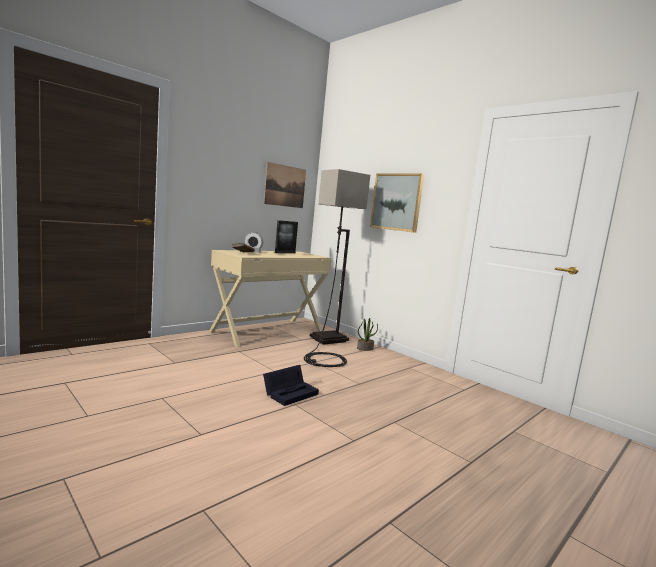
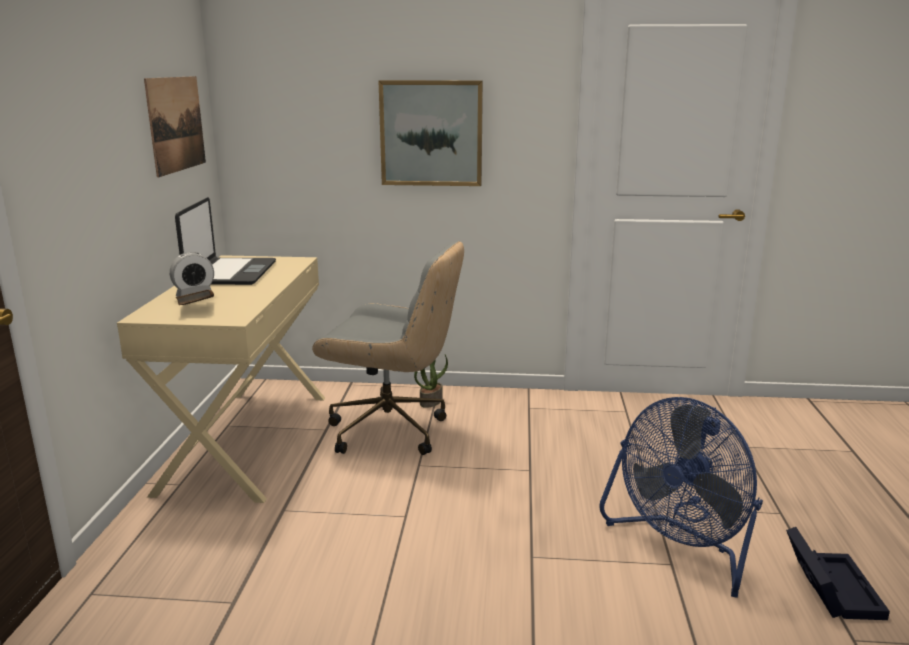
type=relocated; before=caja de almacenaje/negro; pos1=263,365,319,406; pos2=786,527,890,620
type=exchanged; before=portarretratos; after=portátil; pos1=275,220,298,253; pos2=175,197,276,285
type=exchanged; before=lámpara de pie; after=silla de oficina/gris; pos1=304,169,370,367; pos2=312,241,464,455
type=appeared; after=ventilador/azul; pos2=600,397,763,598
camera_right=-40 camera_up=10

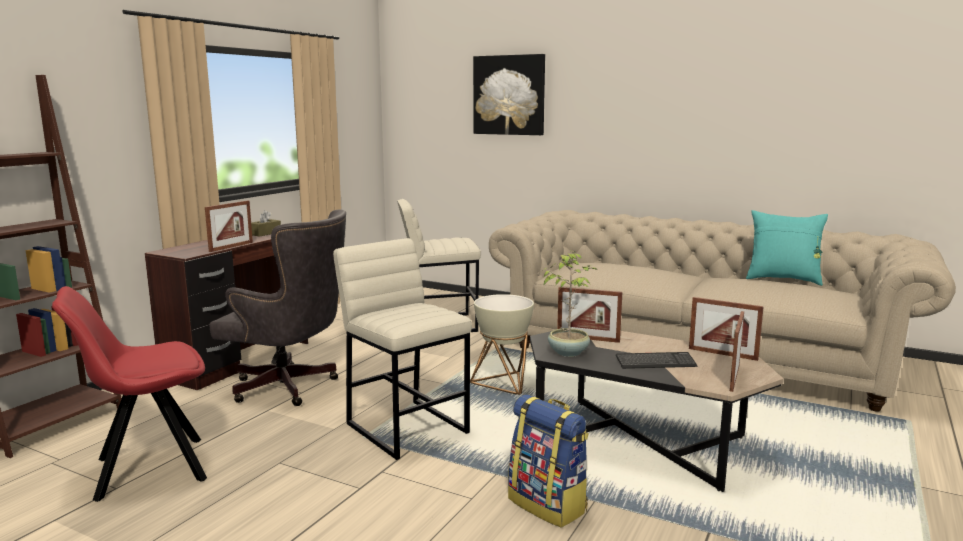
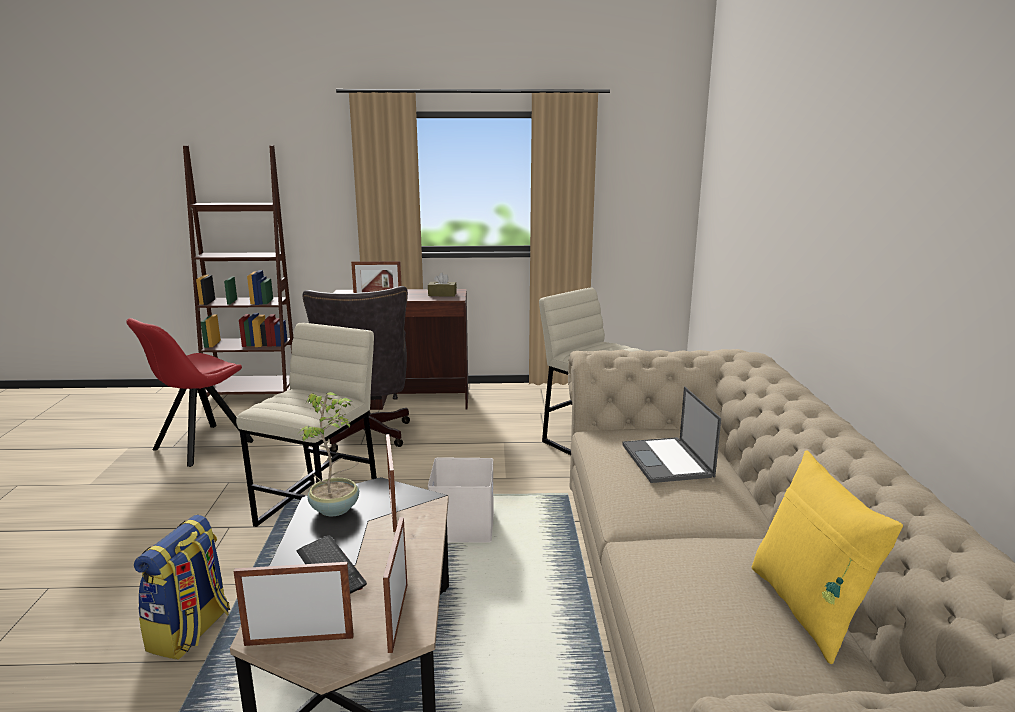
type=spun; before=silla/rojo; pos1=52,286,207,502; pos2=126,318,253,467; turn=-90
type=exchanged; before=maceta; after=caja de almacenaje/blanco; pos1=470,294,534,395; pos2=428,457,494,543
type=missing; before=cuadro; pos1=473,54,545,135
type=colour; before=cojín/turquesa; after=cojín/amarillo; pos1=746,210,828,286; pos2=752,450,903,664
type=appeared; after=portátil; pos2=622,387,721,483
camera_right=60 camera_up=5

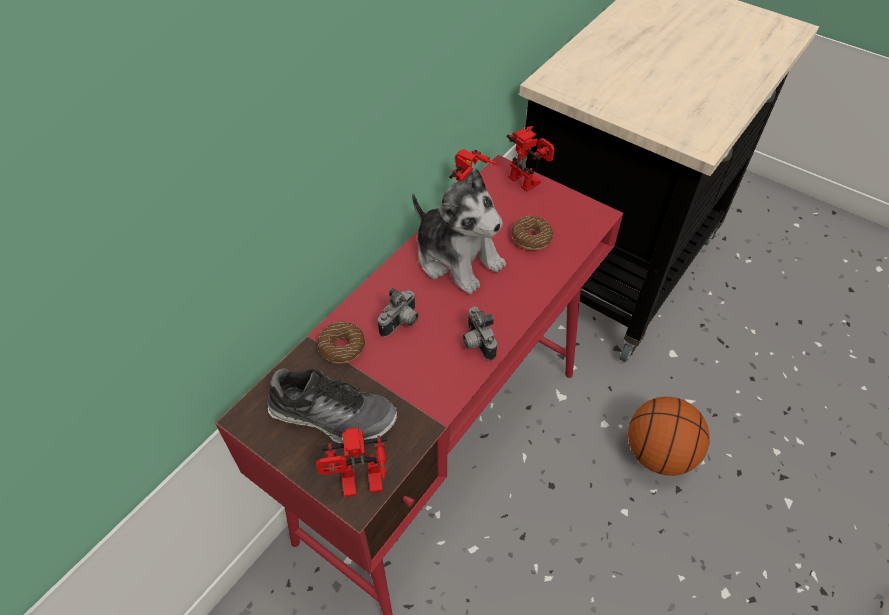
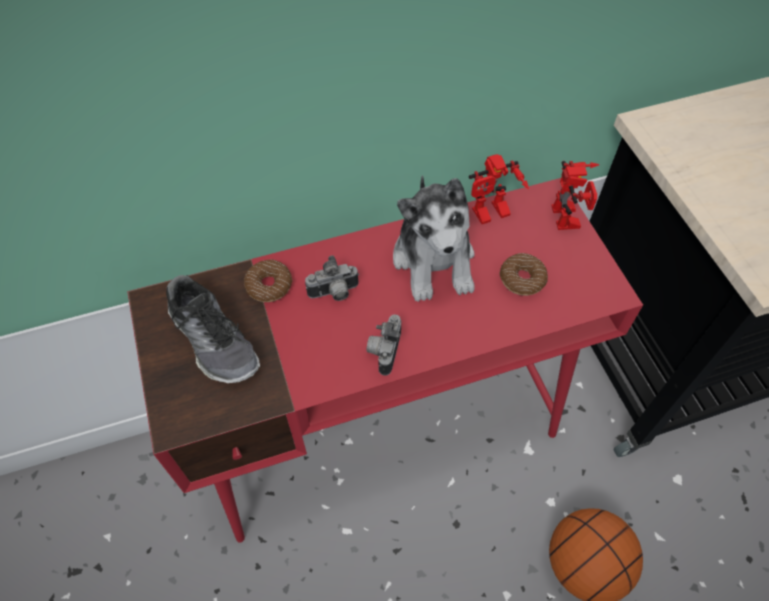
type=missing; before=robot de juguete; pos1=316,427,387,497
camera_right=35 camera_up=5

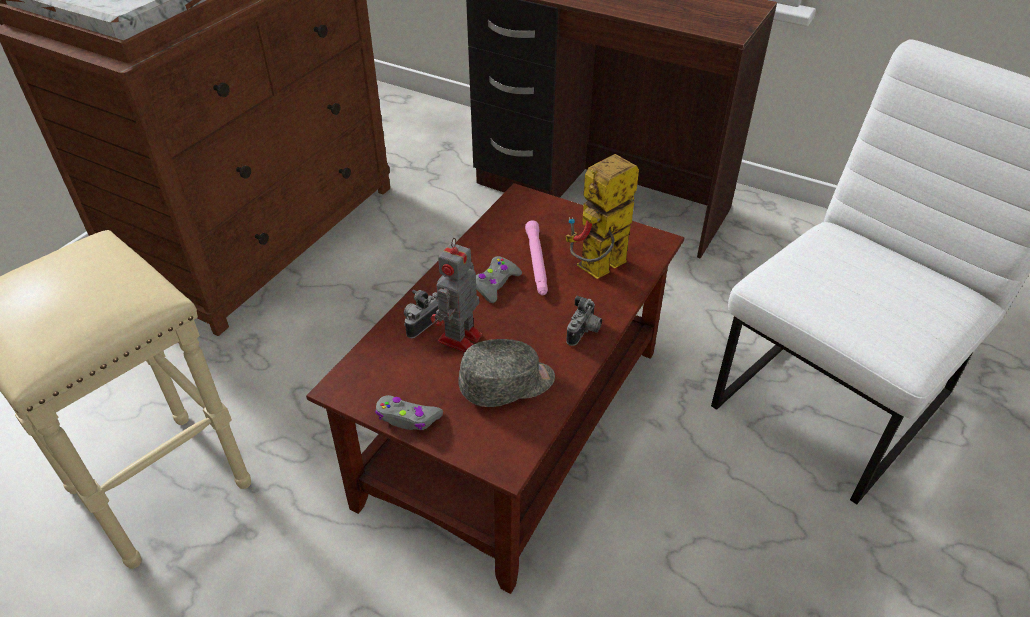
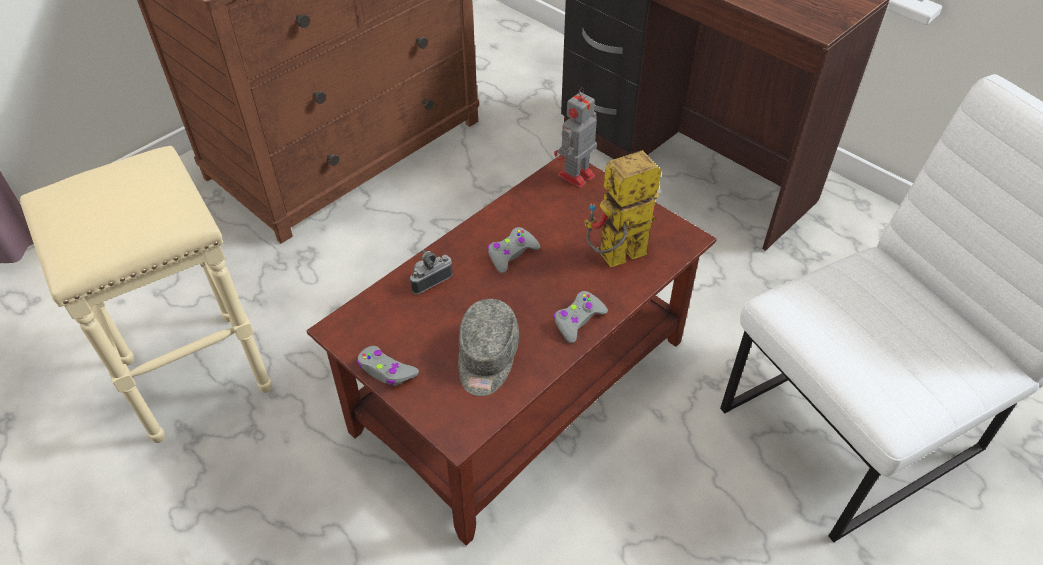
type=relocated; before=robot de juguete; pos1=431,238,482,352; pos2=554,87,597,188
type=spun; before=gorra/gris; pos1=458,339,555,407; pos2=458,299,519,396; turn=105
type=missing; before=linterna/rosa; pos1=525,220,548,295
type=exchanged; before=cámara; after=mando de consola/gris; pos1=566,296,602,346; pos2=553,291,608,343
camera_right=15 camera_up=5

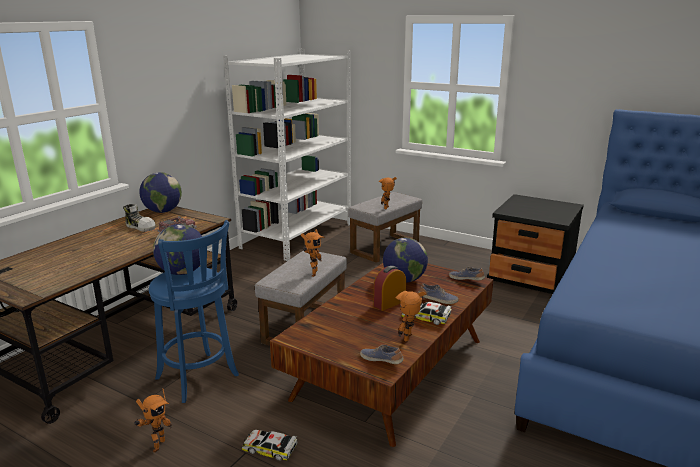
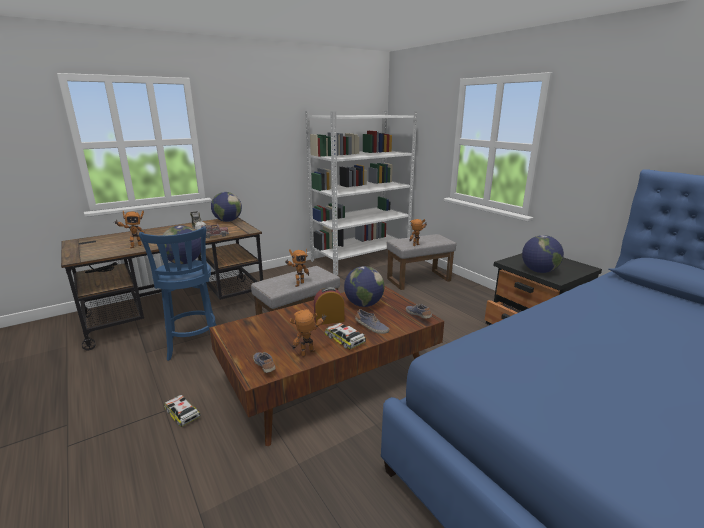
type=relocated; before=robot de juguete; pos1=134,388,172,453; pos2=114,211,146,248
type=appeared; after=globo terráqueo; pos2=522,235,564,273
camera_right=25 camera_up=0

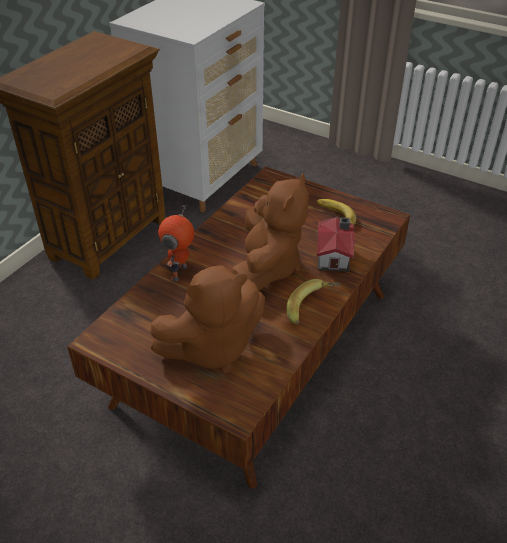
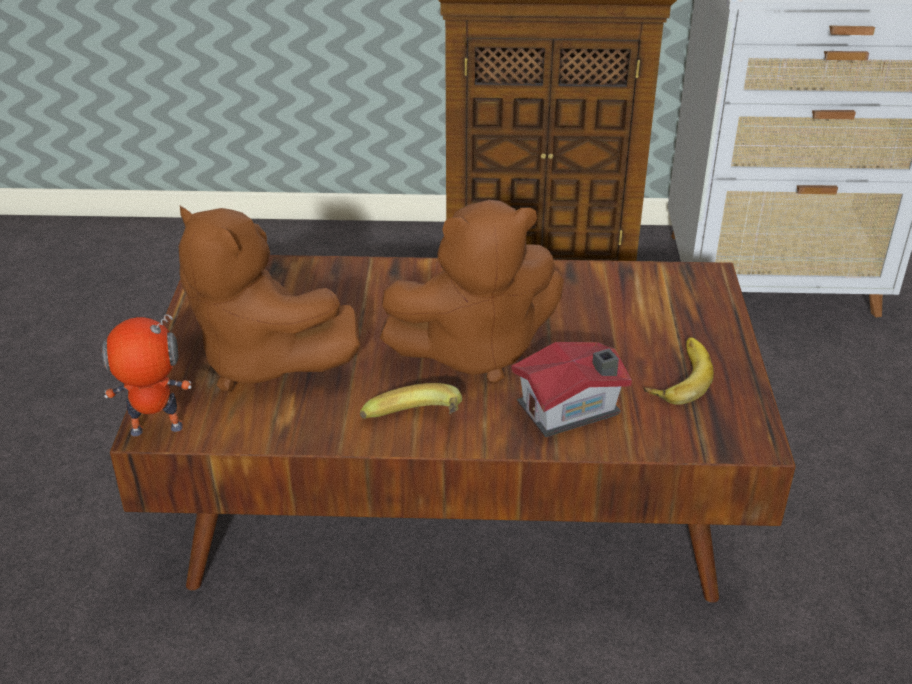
type=relocated; before=robot de juguete; pos1=158,205,194,281; pos2=102,314,192,436
camera_right=60 camera_up=-5

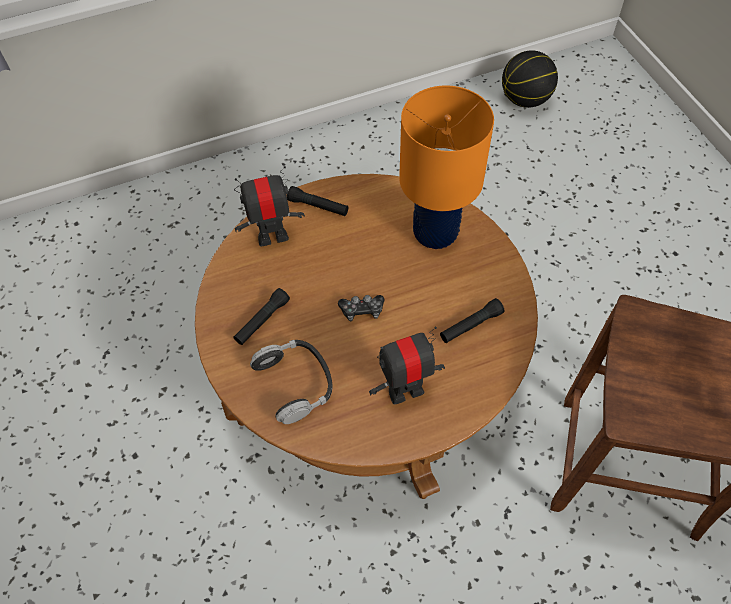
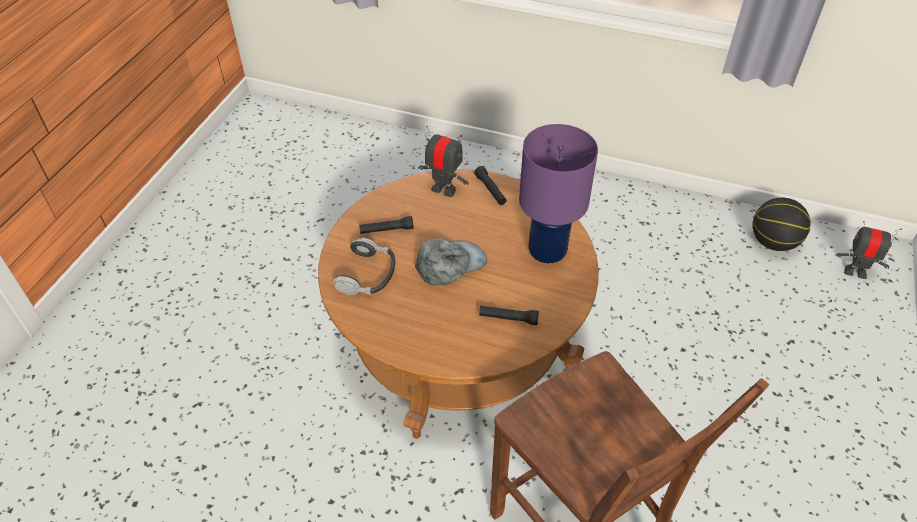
type=exchanged; before=mando de consola; after=gorra/gris; pos1=338,295,384,321; pos2=415,238,487,286
type=relocated; before=robot de juguete; pos1=369,327,445,404; pos2=836,221,902,279
type=colour; before=lámpara de mesa/naranja; after=lámpara de mesa/morado; pos1=399,85,494,249; pos2=519,124,598,264
camera_right=40 camera_up=-10

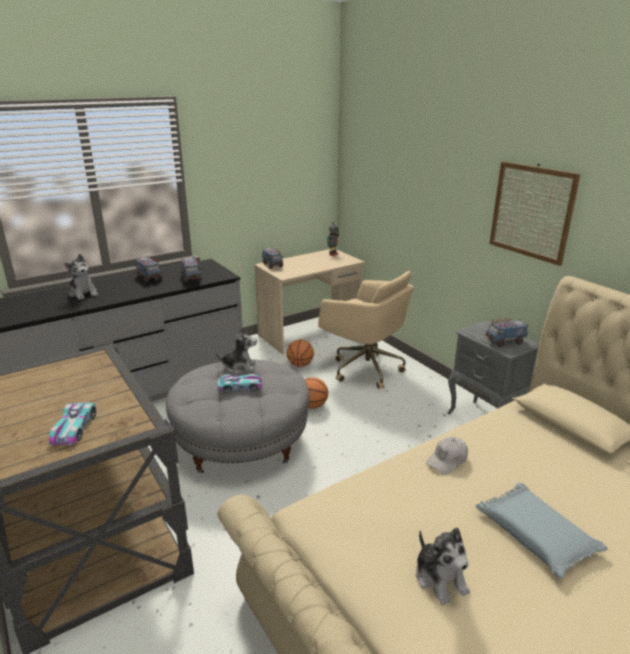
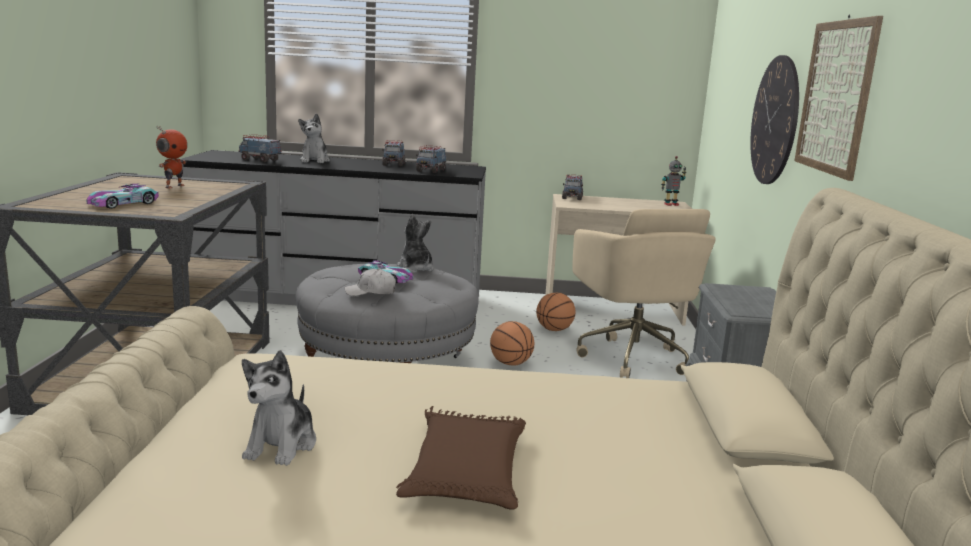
type=spun; before=peluche; pos1=216,327,257,373; pos2=397,214,434,273; turn=-150
type=relocated; before=gorra/blanco; pos1=426,437,468,475; pos2=345,269,396,296
type=colour; before=cojín/azul; after=cojín/marrón; pos1=475,483,608,578; pos2=396,406,526,510
type=relocated; before=camión de juguete; pos1=485,318,528,347; pos2=238,134,282,162
type=appeared; after=robot de juguete; pos2=156,126,187,189
type=appeared; after=reloj de pared; pos2=750,55,799,184
camera_right=35 camera_up=-10

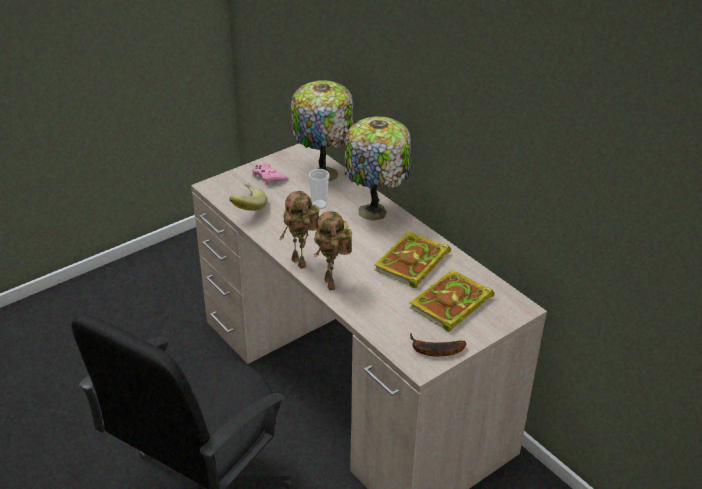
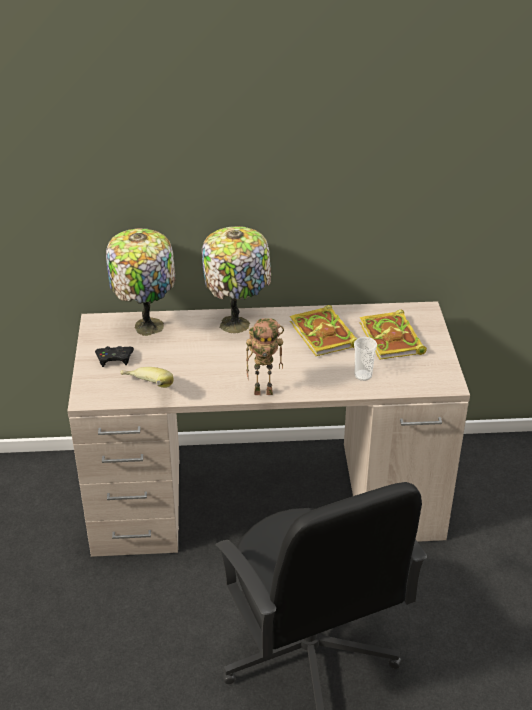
type=colour; before=mando de consola/rosa; after=mando de consola/negro; pos1=252,163,288,185; pos2=95,346,134,367
type=relocated; before=taza; pos1=309,169,330,209; pos2=354,337,377,381
type=missing; before=robot de juguete; pos1=314,211,352,291
type=missing; before=plátano; pos1=410,333,466,357
camera_right=-55 camera_up=0

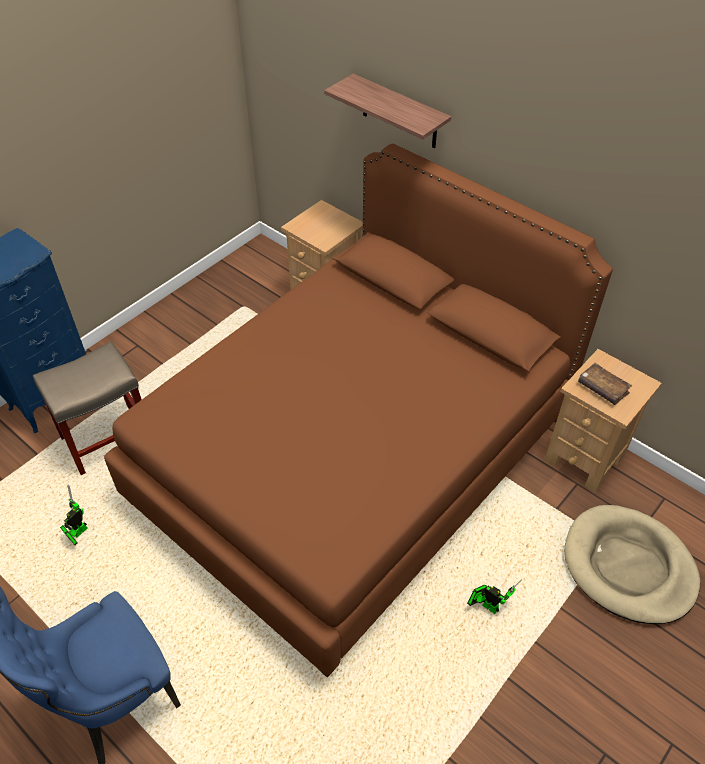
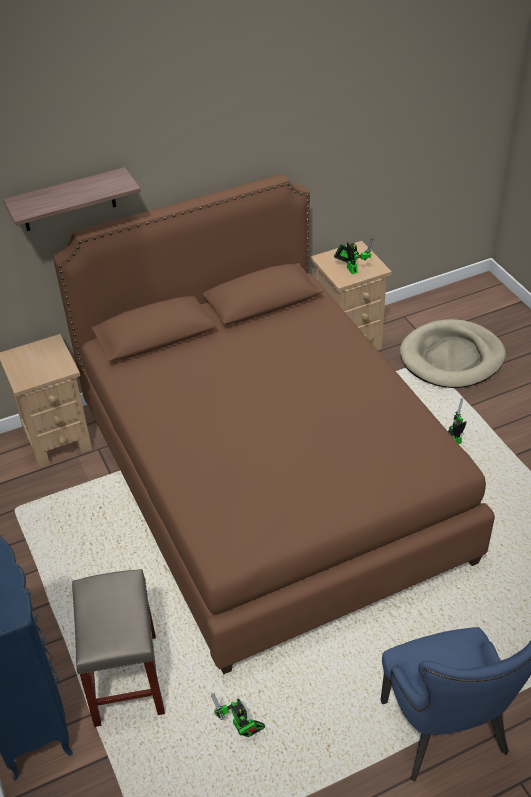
type=exchanged; before=libro/marrón; after=robot de juguete; pos1=578,363,632,405; pos2=334,237,373,274
camera_right=-65 camera_up=-5

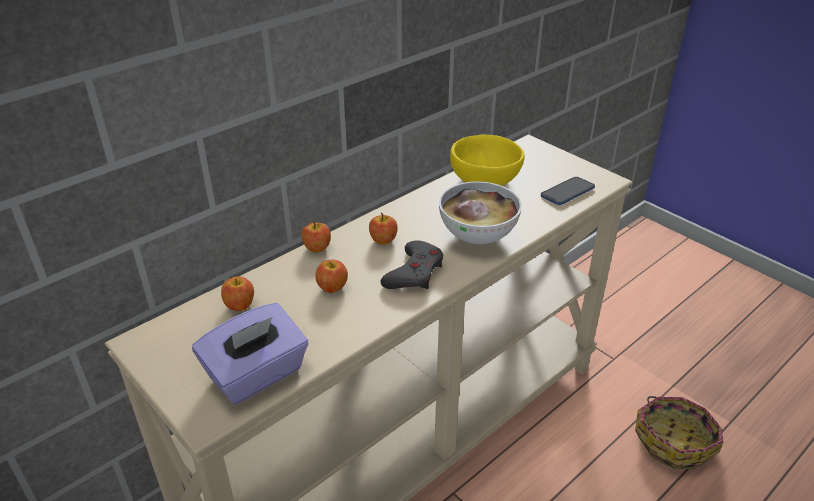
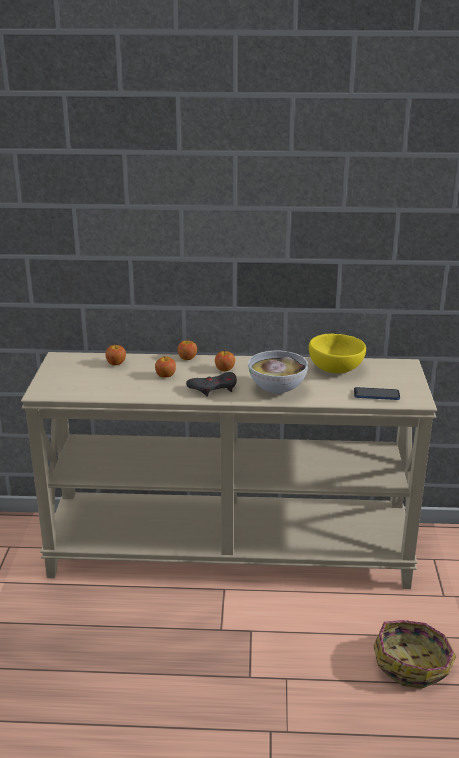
type=missing; before=caja de pañuelos/morado; pos1=192,303,309,404
camera_right=45 camera_up=-10

